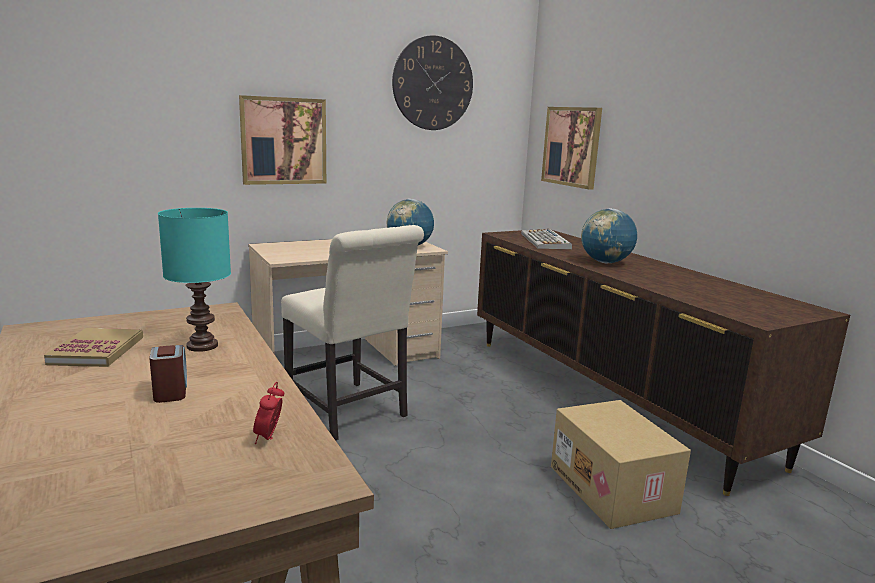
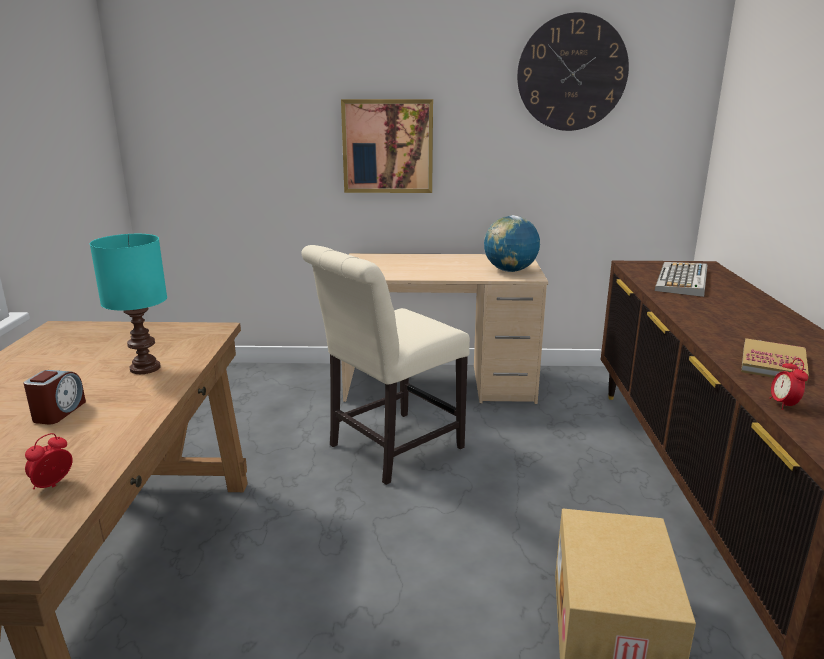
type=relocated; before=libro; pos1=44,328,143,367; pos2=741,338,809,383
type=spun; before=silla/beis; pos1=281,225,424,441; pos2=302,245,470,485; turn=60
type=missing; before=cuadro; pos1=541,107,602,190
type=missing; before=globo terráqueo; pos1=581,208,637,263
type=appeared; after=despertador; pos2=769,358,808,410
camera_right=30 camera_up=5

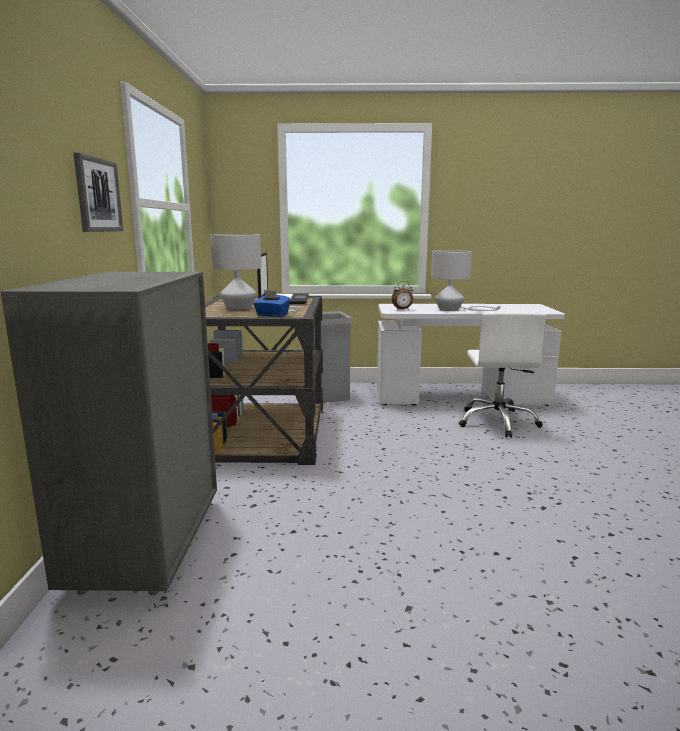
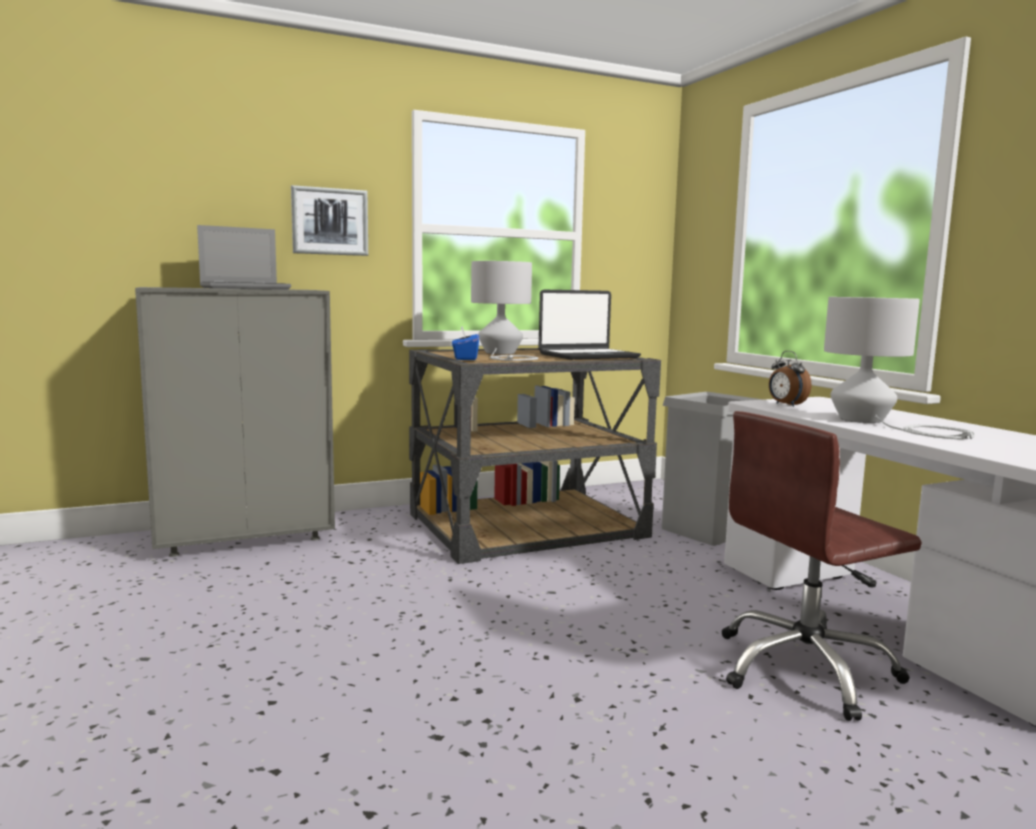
type=colour; before=silla de oficina/blanco; after=silla de oficina/marrón; pos1=459,312,546,437; pos2=722,411,922,721
type=appeared; after=portátil; pos2=197,225,291,290
camera_right=65 camera_up=-5

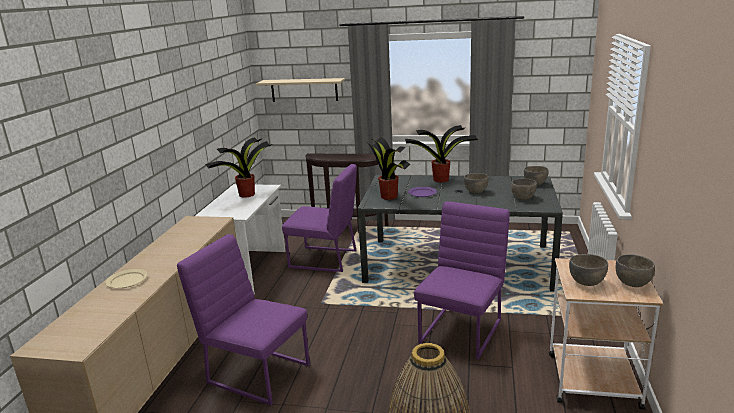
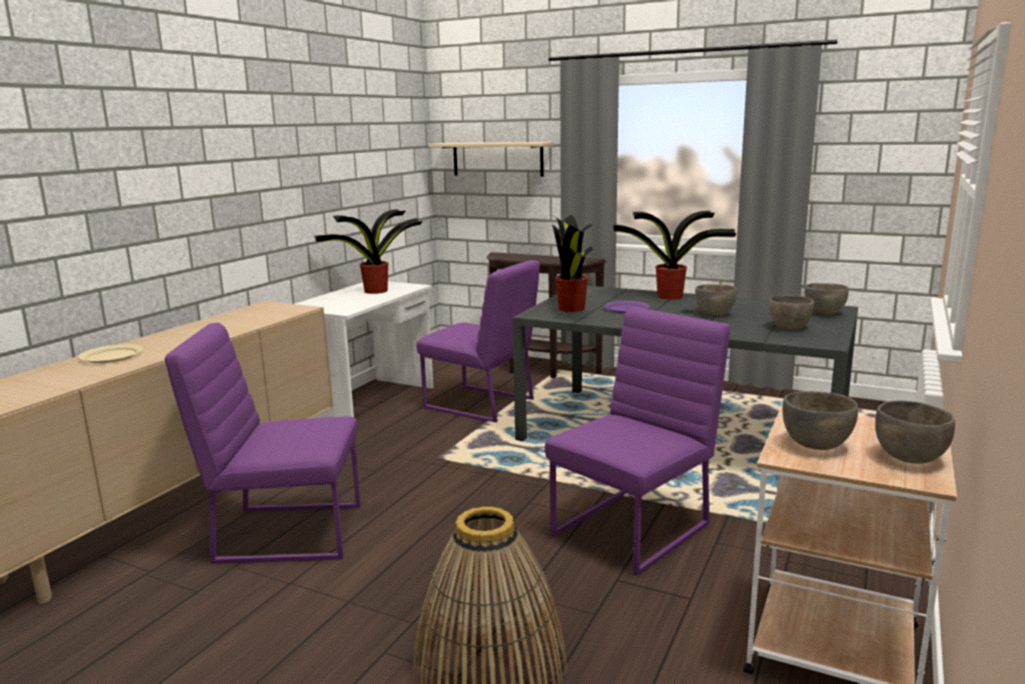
type=spun; before=silla/morado; pos1=177,234,310,405; pos2=165,323,361,564; turn=-45
camera_right=15 camera_up=-5

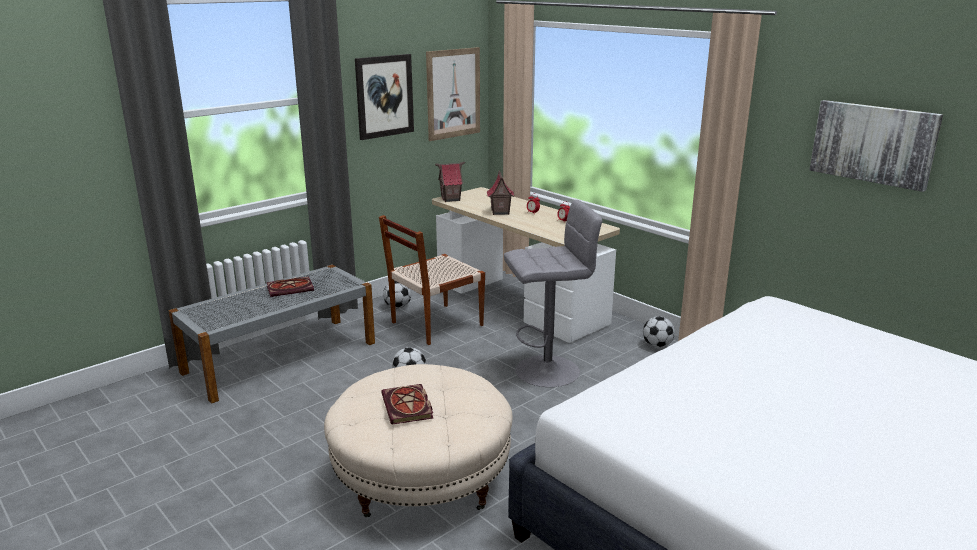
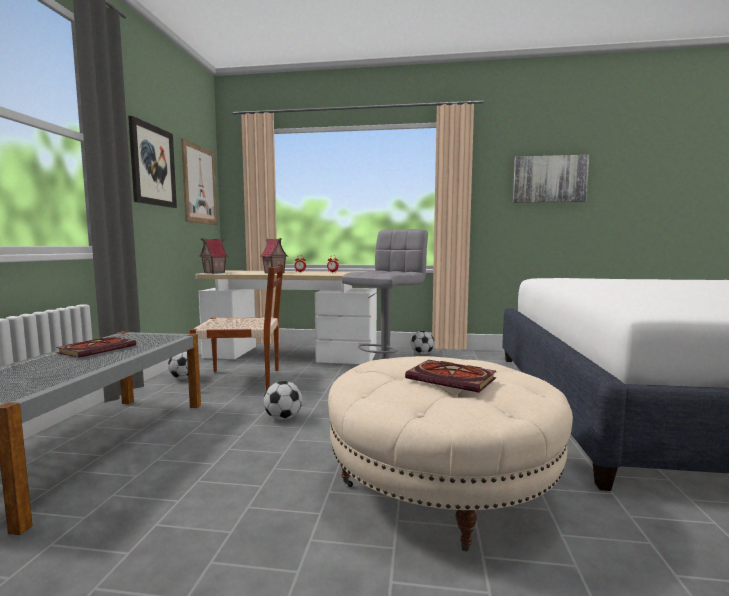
type=spun; before=silla; pos1=379,215,485,345; pos2=190,264,283,390; turn=-105
camera_right=-40 camera_up=-15

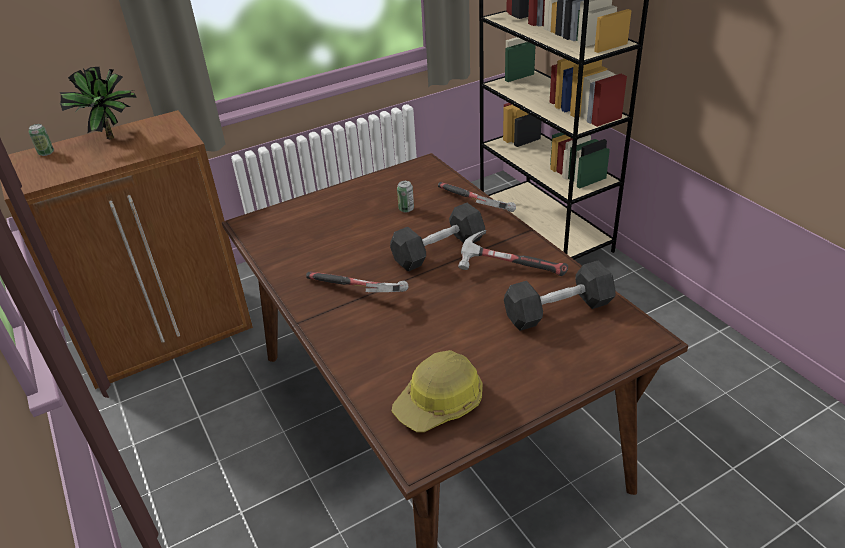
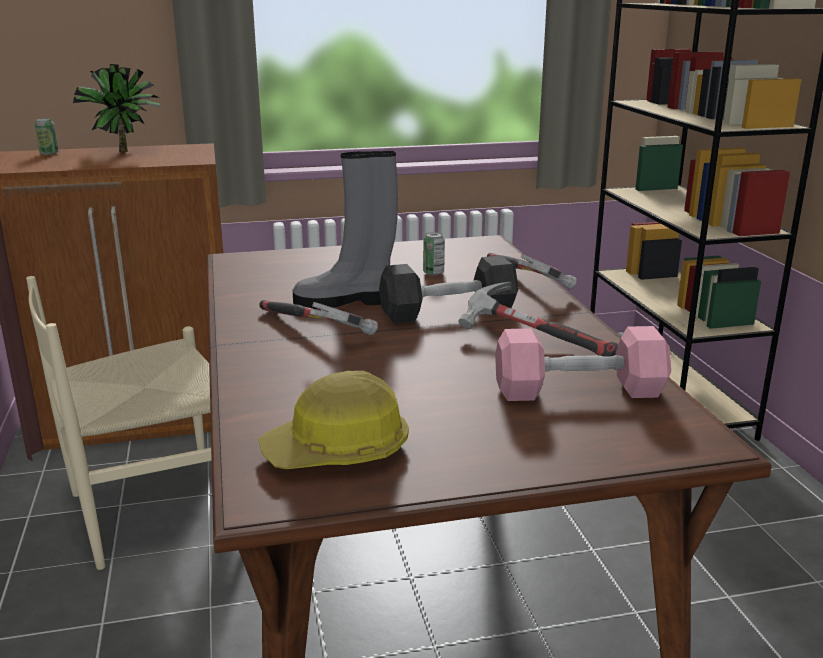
type=colour; before=mancuerna/negro; after=mancuerna/rosa; pos1=504,260,616,331; pos2=495,326,671,401
type=appeared; after=silla/beis; pos2=26,276,212,570
type=appeared; after=bota/gris; pos2=293,151,398,309
camera_right=15 camera_up=-15

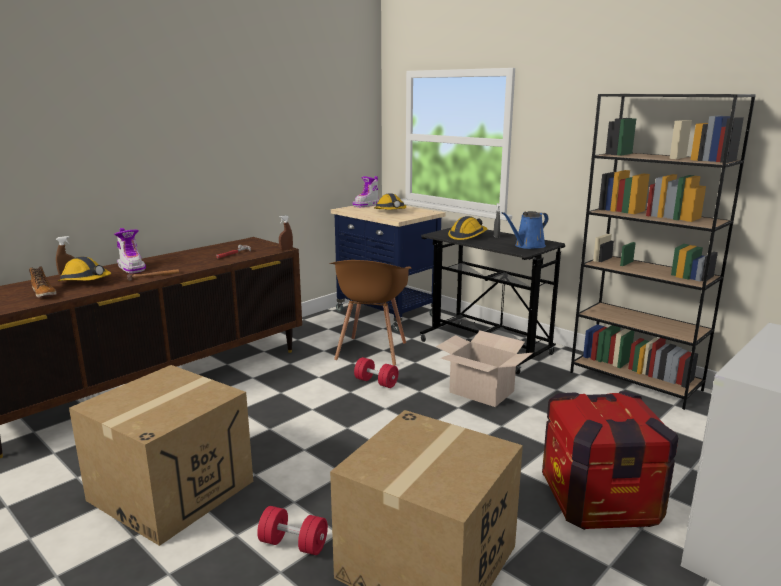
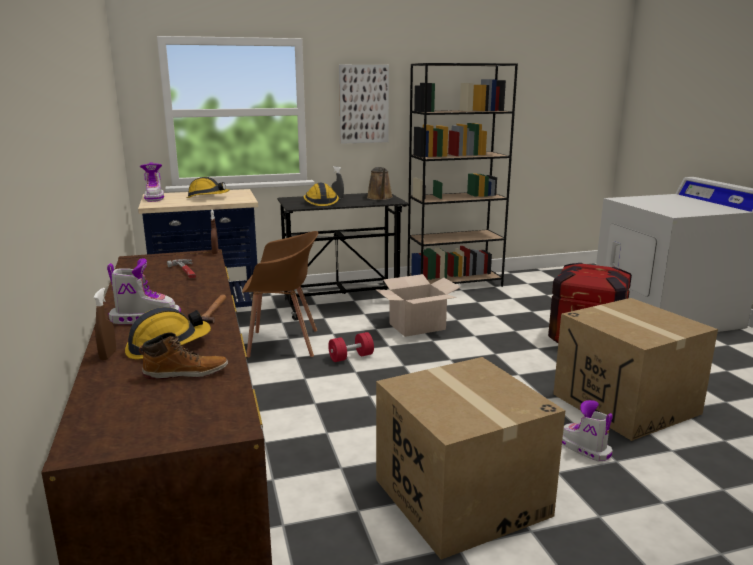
type=exchanged; before=mancuerna/rojo; after=bota; pos1=257,506,328,555; pos2=562,400,613,461
type=spun; before=silla/marrón; pos1=329,260,411,366; pos2=242,231,318,358; turn=-45
type=colour; before=regadera/azul; after=regadera/marrón; pos1=502,211,548,249; pos2=367,167,393,200
type=appeared; after=cuadro; pos2=339,65,389,144
camera_right=-60 camera_up=0

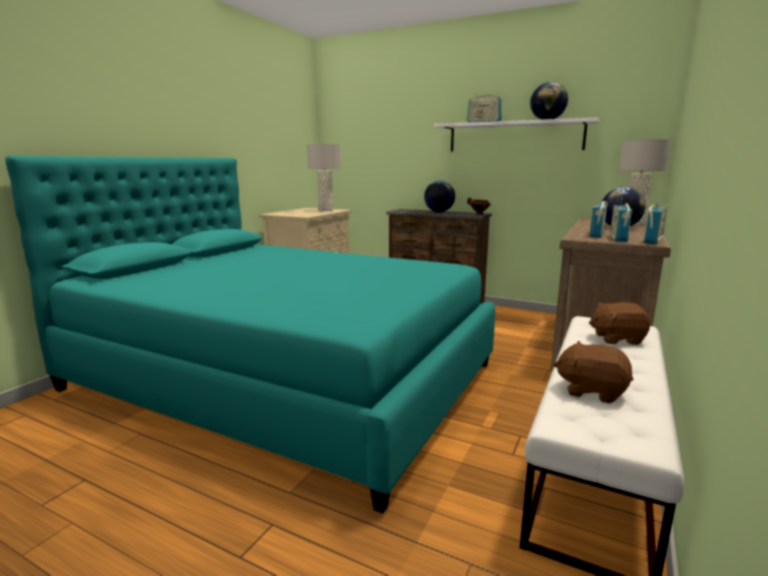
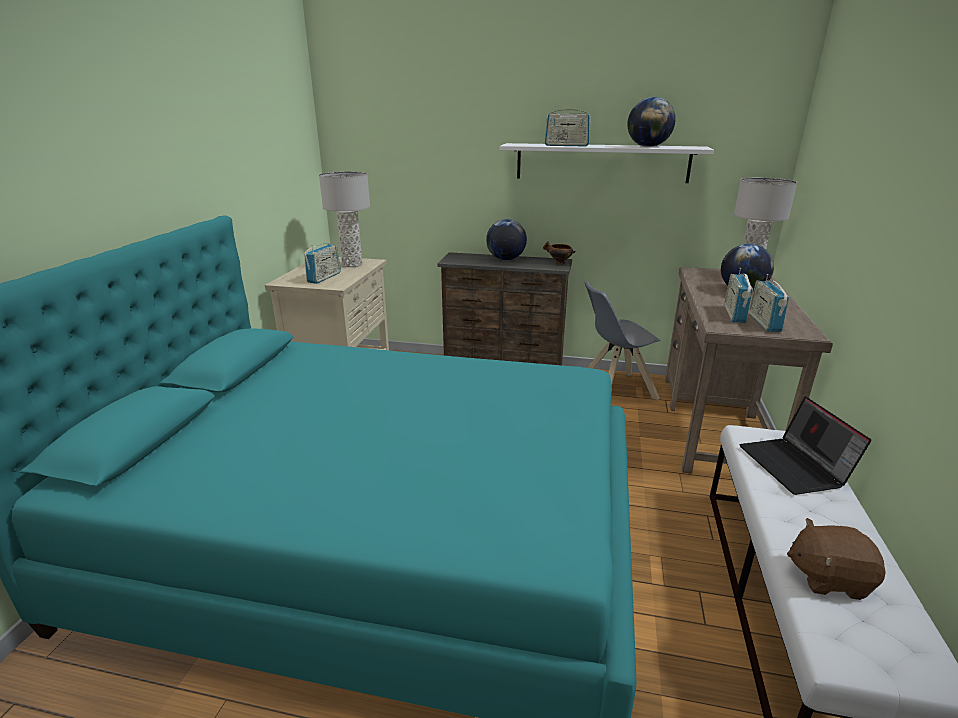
type=exchanged; before=peluche/marrón; after=portátil; pos1=589,302,650,345; pos2=740,396,871,495
type=relocated; before=radio; pos1=644,202,668,244; pos2=304,244,341,284
type=appeared; after=silla/gris; pos2=584,281,661,400
camera_right=-15 camera_up=10

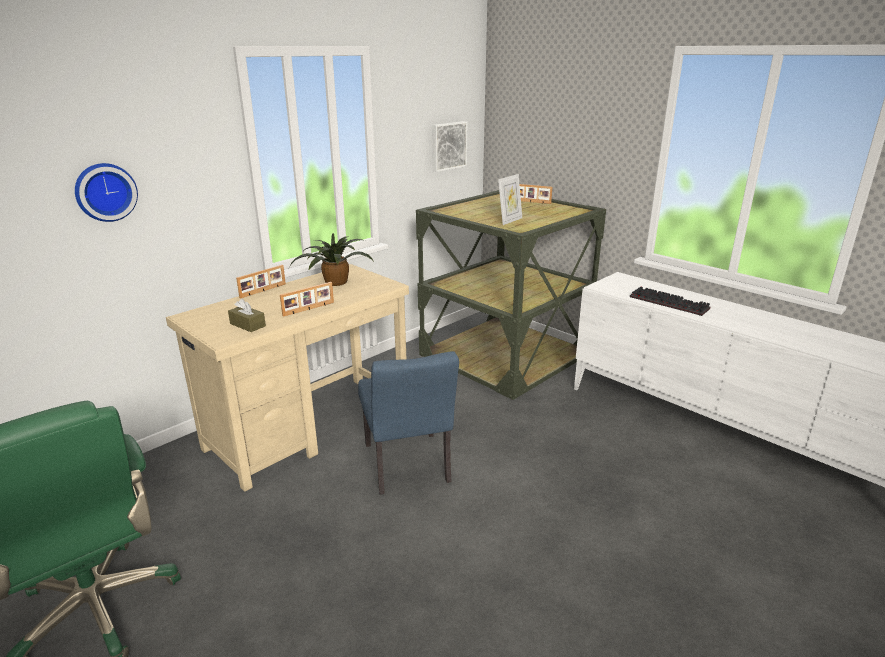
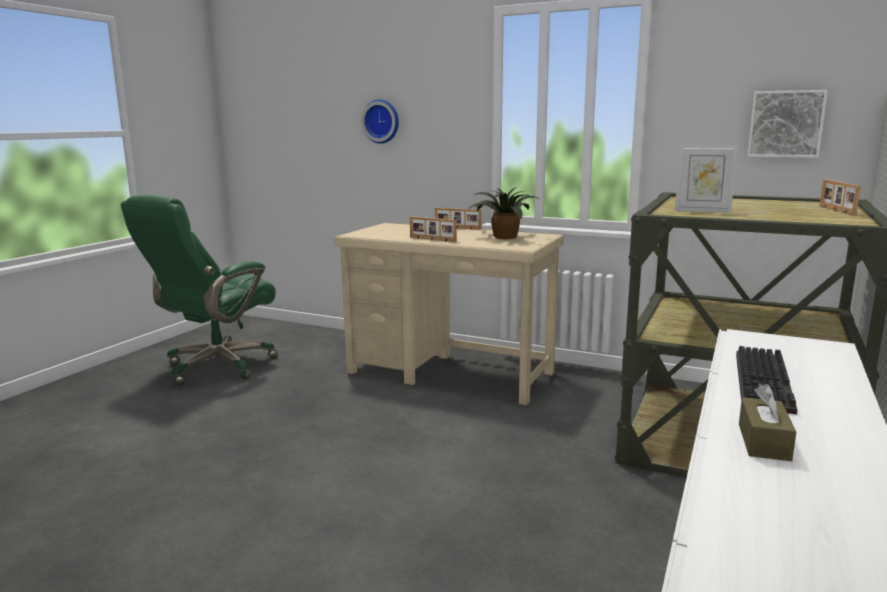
type=relocated; before=caja de pañuelos/marrón; pos1=228,299,266,332; pos2=739,384,796,461
type=missing; before=silla/azul; pos1=358,351,459,495
camera_right=70 camera_up=-10

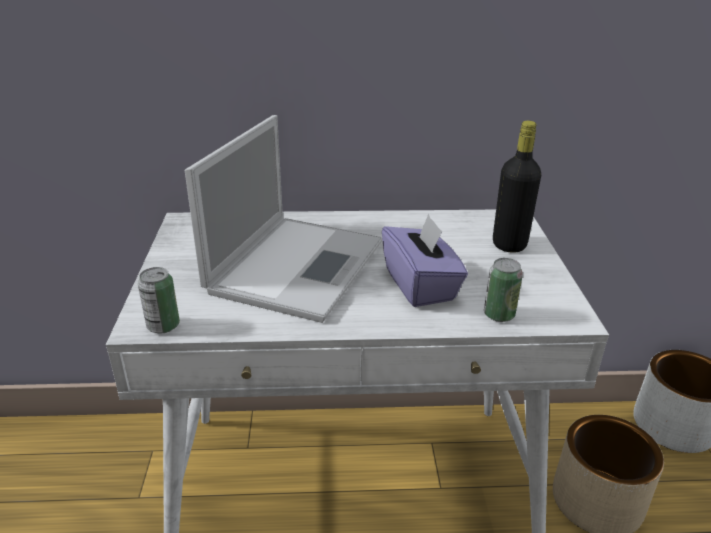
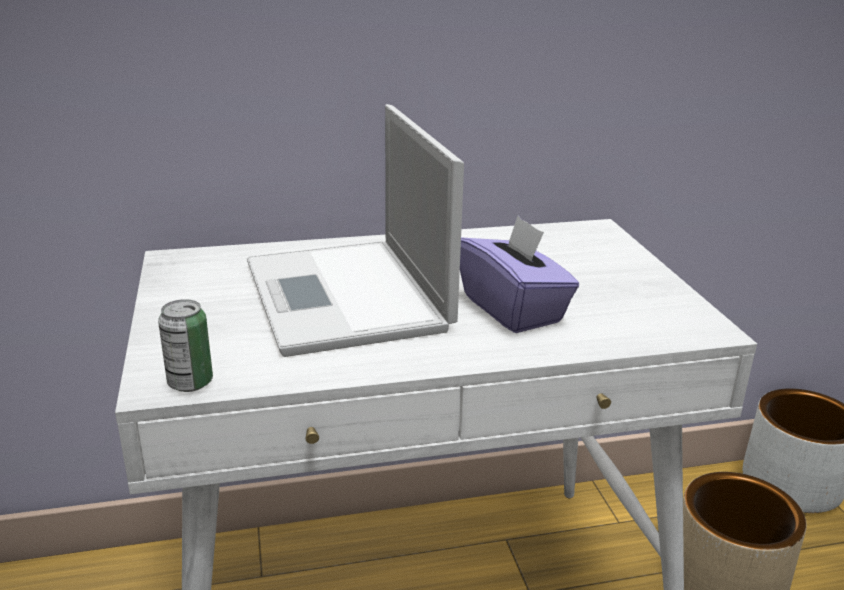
type=spun; before=portátil; pos1=185,115,382,323; pos2=247,104,464,357; turn=150
type=missing; before=lata; pos1=484,258,523,322
type=missing; before=botella/negro; pos1=493,121,541,253
camera_right=-10 camera_up=-5

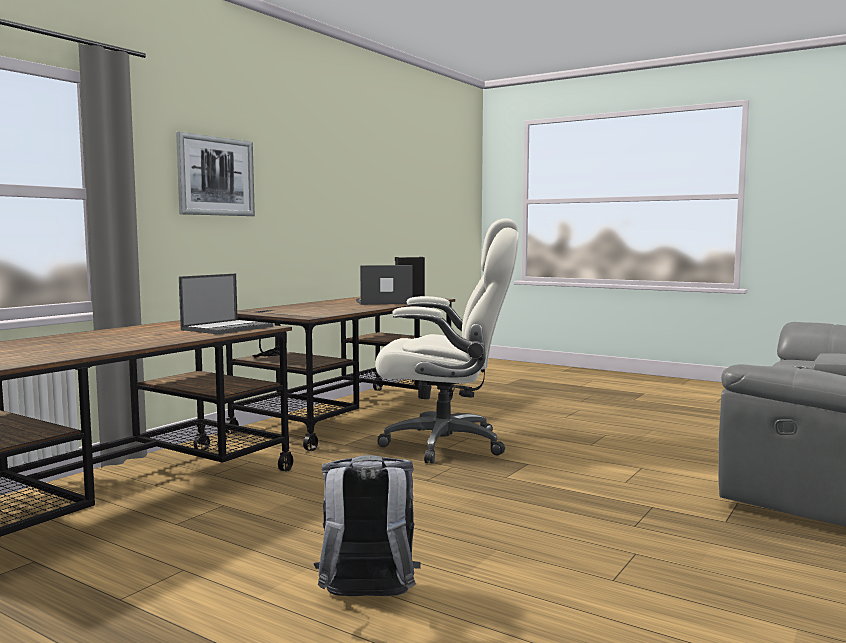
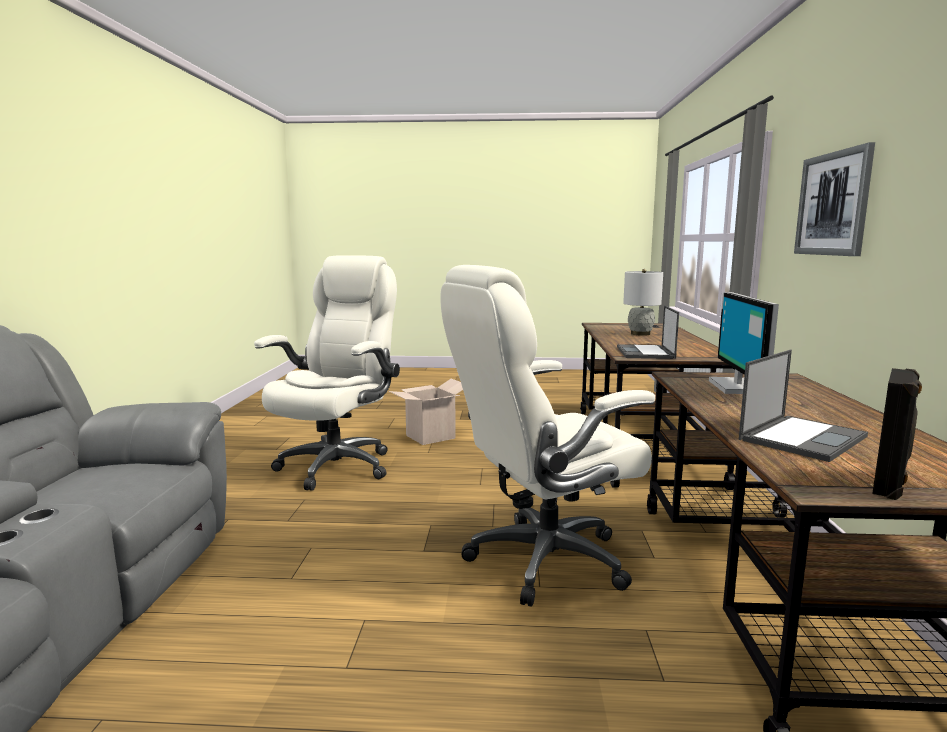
type=exchanged; before=mochila/gris; after=caja de cartón; pos1=313,455,421,596; pos2=389,379,463,445
type=appeared; after=silla de oficina/blanco; pos2=254,255,400,491
type=appeared; after=lámpara de mesa/blanco; pos2=623,269,663,336
type=appeared; after=monitor; pos2=709,292,779,394
camera_right=150 camera_up=5

